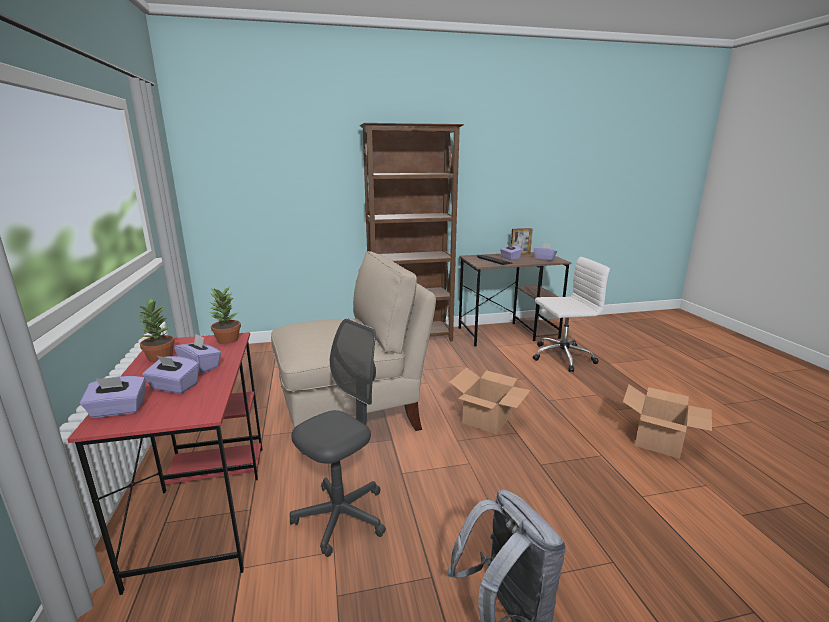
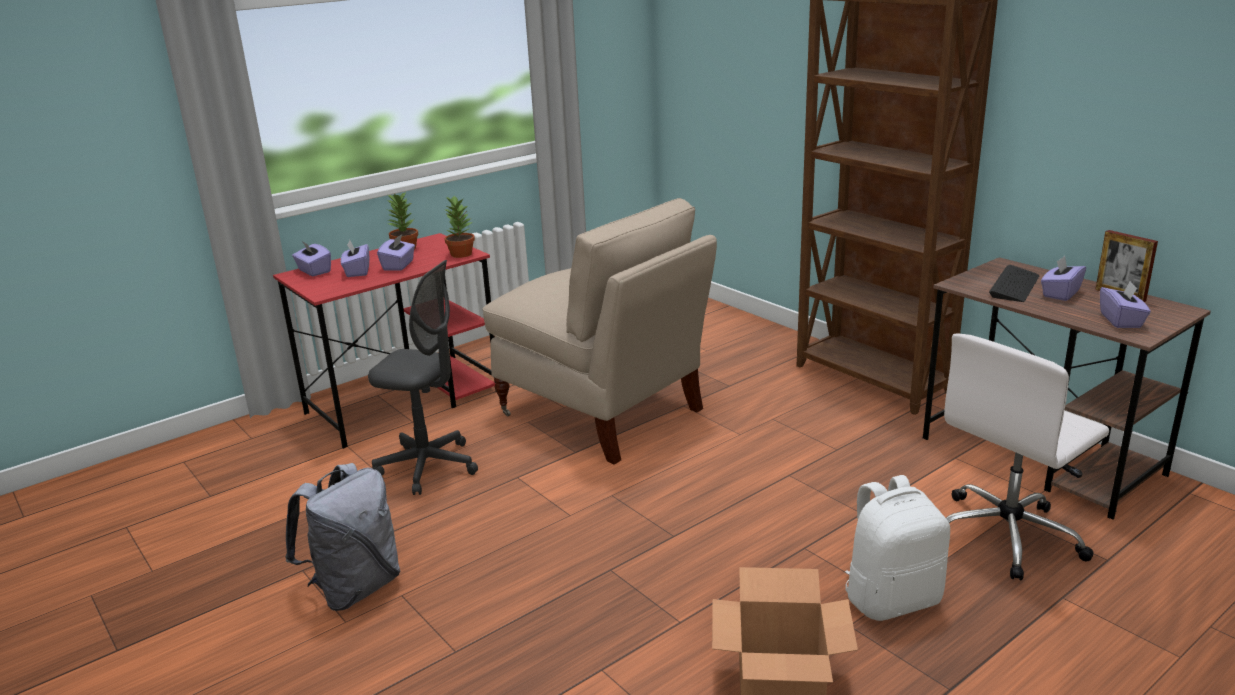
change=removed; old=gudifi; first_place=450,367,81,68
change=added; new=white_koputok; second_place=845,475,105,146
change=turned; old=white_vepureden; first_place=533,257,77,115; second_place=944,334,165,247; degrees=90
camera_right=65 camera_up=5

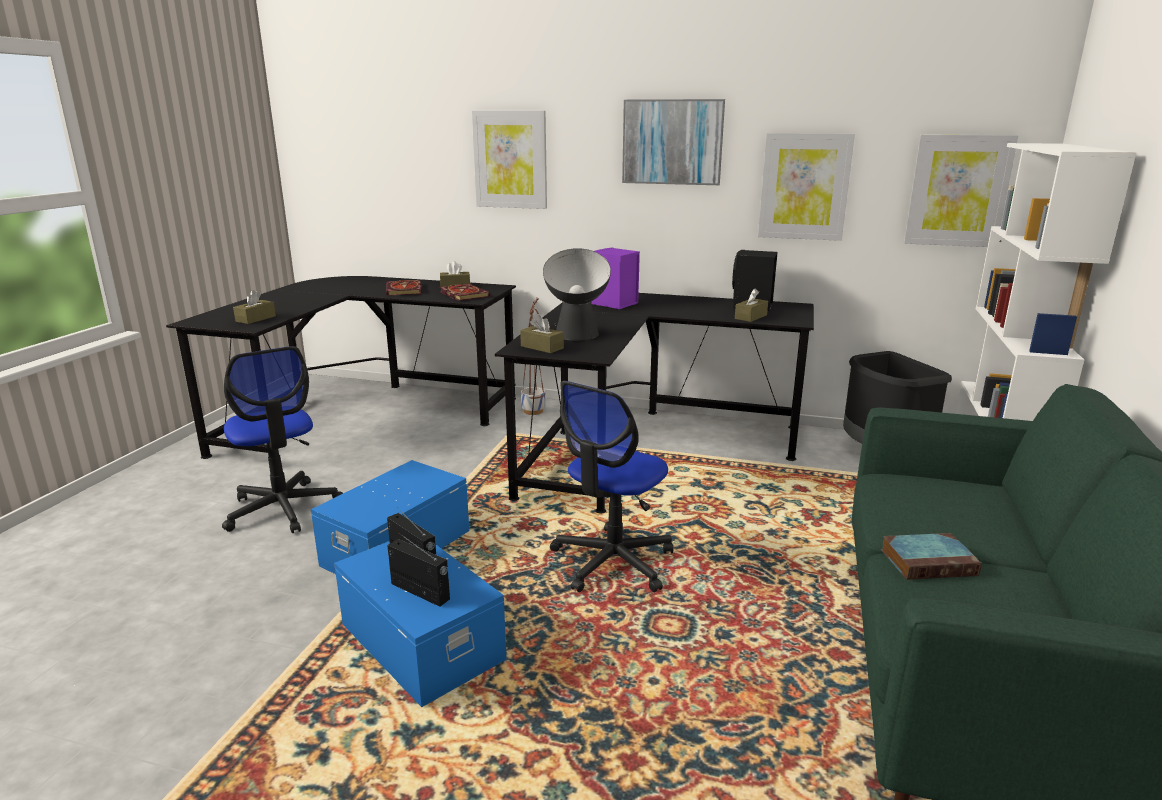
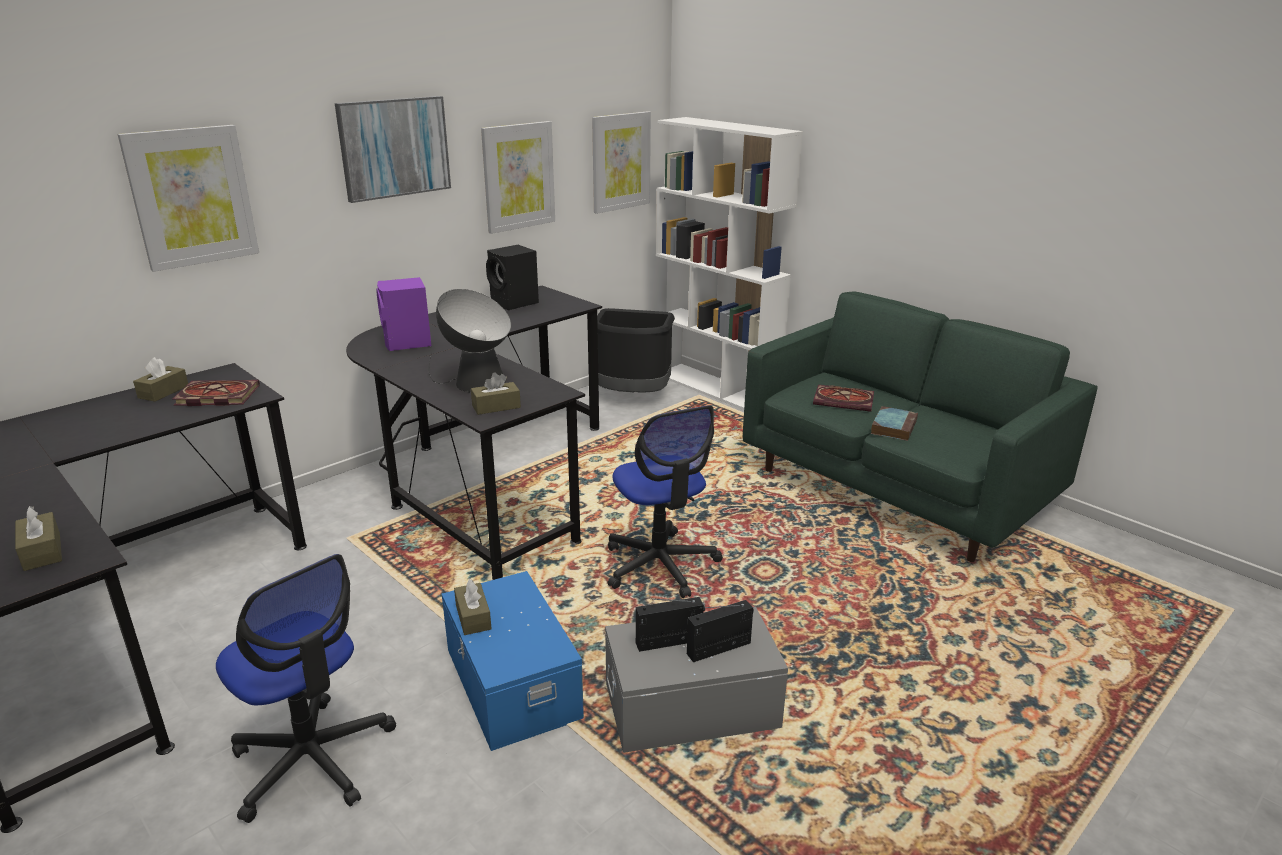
change=removed; old=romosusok; first_place=521,298,24,117
change=moved; old=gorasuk; first_place=386,280,36,16; second_place=813,384,61,28
change=moved; old=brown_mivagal; first_place=735,288,33,34; second_place=454,579,38,56
change=recoloured; old=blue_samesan; new=grey_samesan; first_place=334,541,173,166; second_place=605,607,183,146
change=turned; old=vepureden; first_place=222,346,121,187; second_place=216,554,180,269; degrees=45
camera_right=-60 camera_up=5

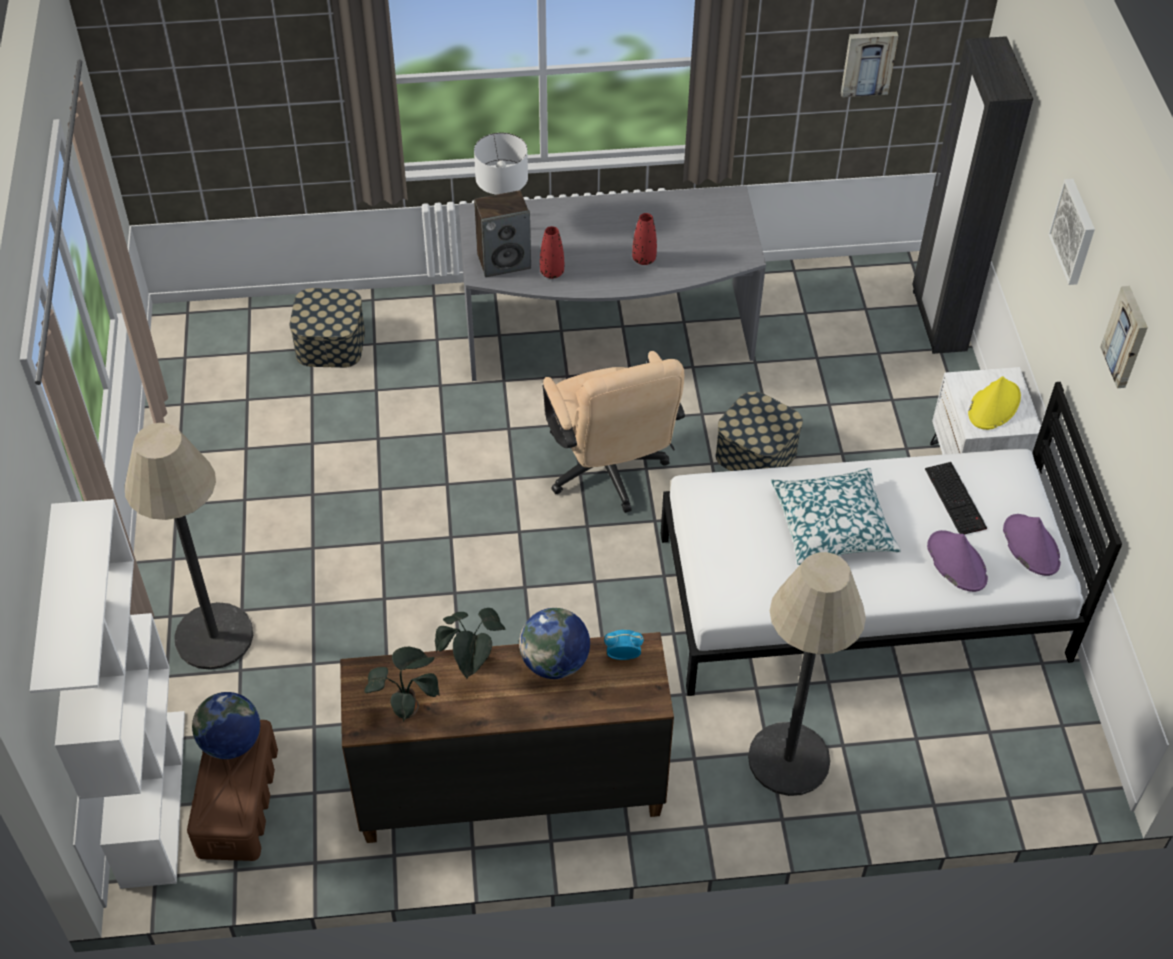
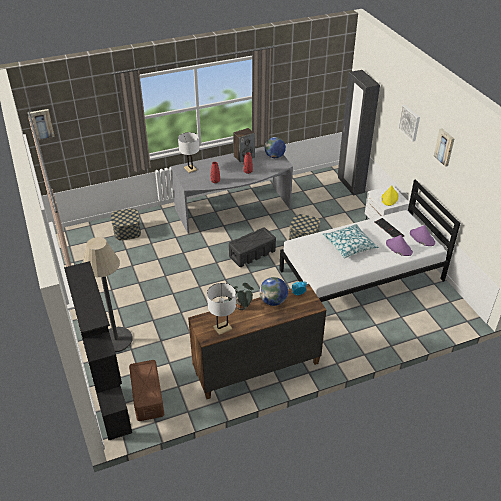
change=removed; old=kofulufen; first_place=748,552,118,244
change=moved; old=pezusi; first_place=192,692,68,67; second_place=265,137,21,21
change=moved; old=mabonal; first_place=474,190,57,87; second_place=233,128,22,34
change=moved; old=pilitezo; first_place=841,32,57,65; second_place=28,109,27,31
change=replaced; old=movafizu; new=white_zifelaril; first_place=364,647,75,74; second_place=207,283,29,52
change=replaced; old=beige_vepureden; new=black_samesan; first_place=543,351,142,162; second_place=229,227,47,40
change=recoloured; old=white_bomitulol; new=black_bomitulol; first_place=30,499,155,390; second_place=64,261,68,179
camera_right=-15 camera_up=-10

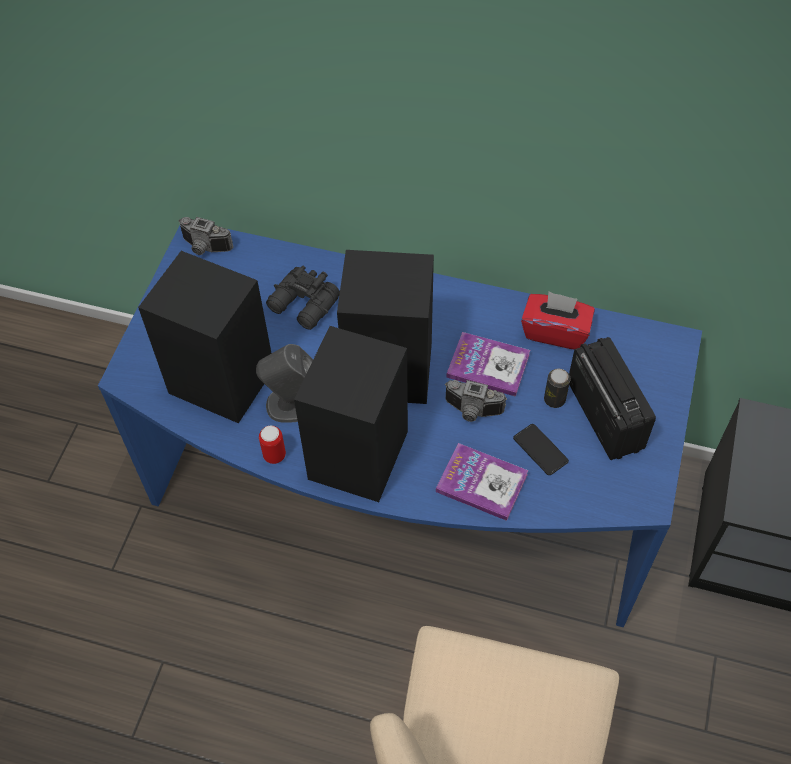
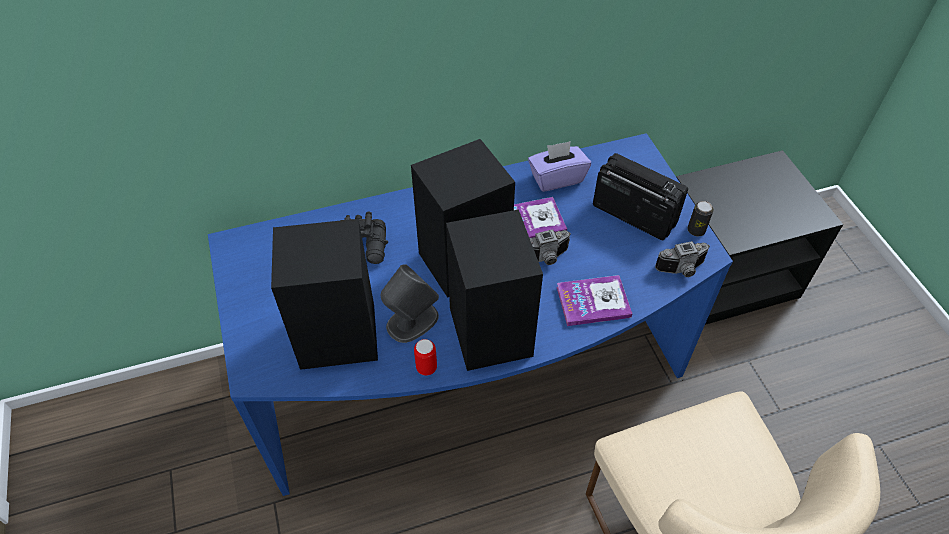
change=removed; old=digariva; first_place=513,424,56,51
change=moved; old=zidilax; first_place=179,217,54,38; second_place=655,241,55,36
change=moved; old=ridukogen; first_place=544,369,26,39; second_place=687,201,27,36
change=recoloured; old=red_mivagal; new=purple_mivagal; first_place=521,291,74,59; second_place=528,141,63,51
camera_right=-35 camera_up=-5

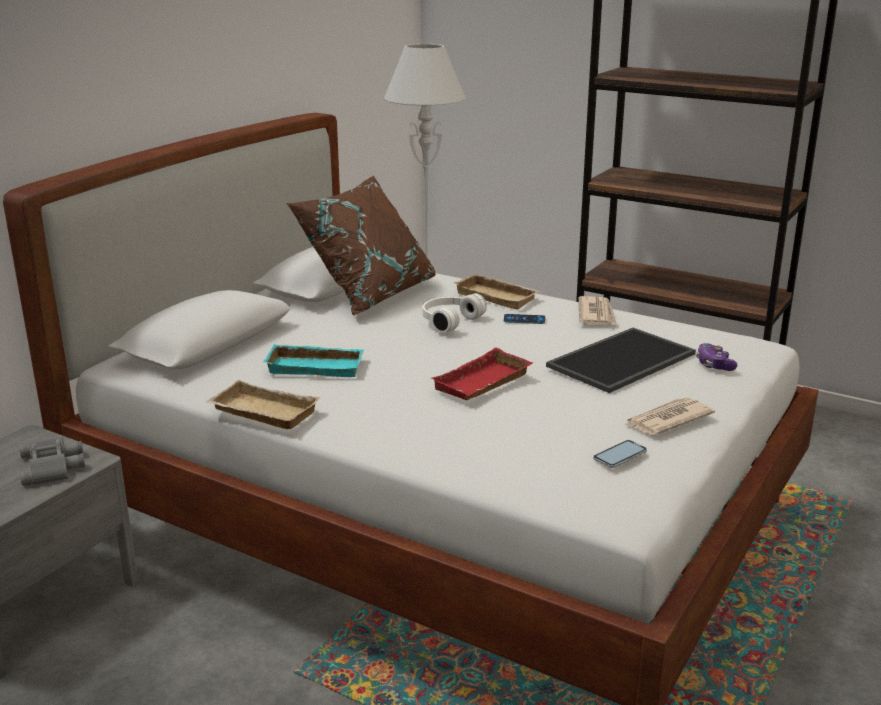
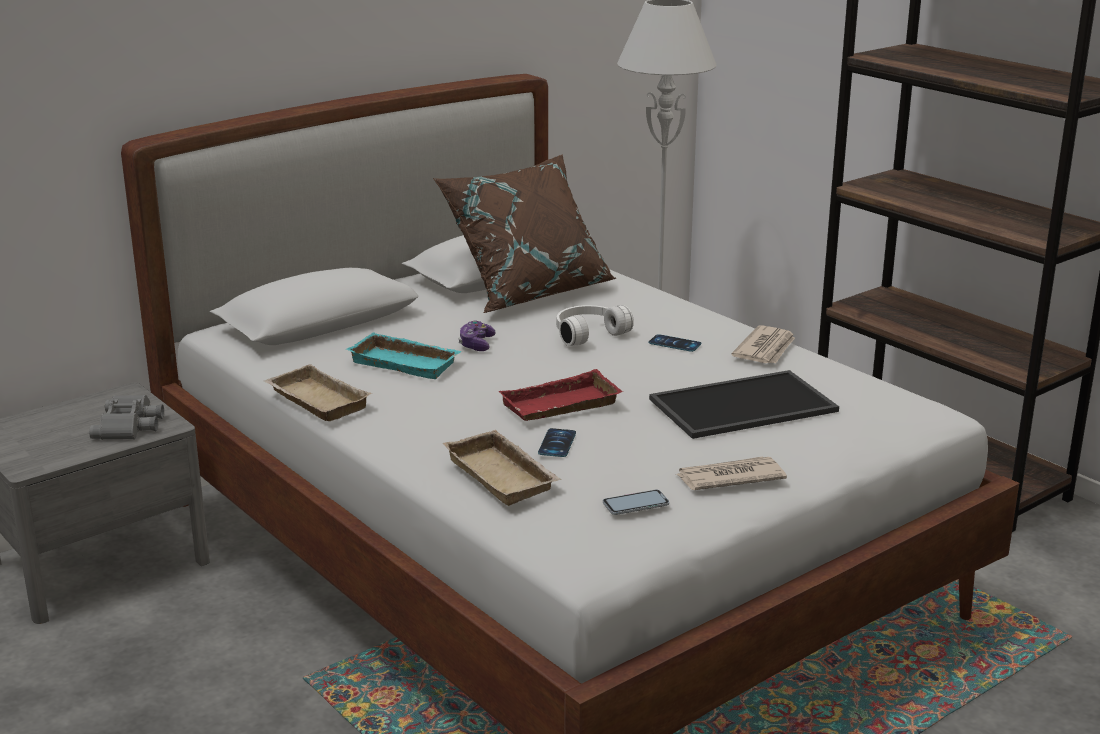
change=added; new=digariva; second_place=538,428,38,29
change=moved; old=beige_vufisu; first_place=453,273,87,37; second_place=443,430,118,76
change=moved; old=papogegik; first_place=696,343,41,28; second_place=458,320,38,31
camera_right=20 camera_up=0

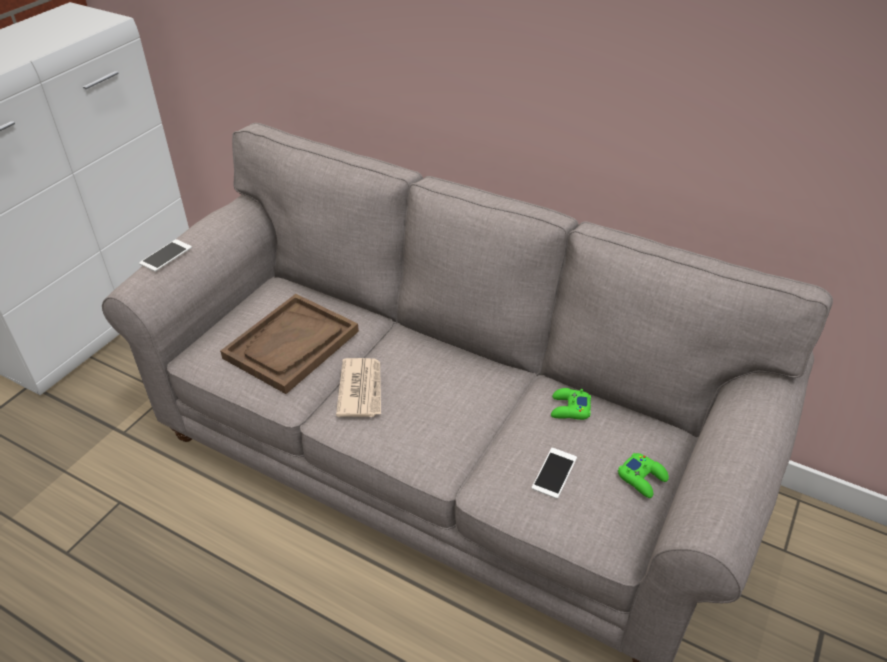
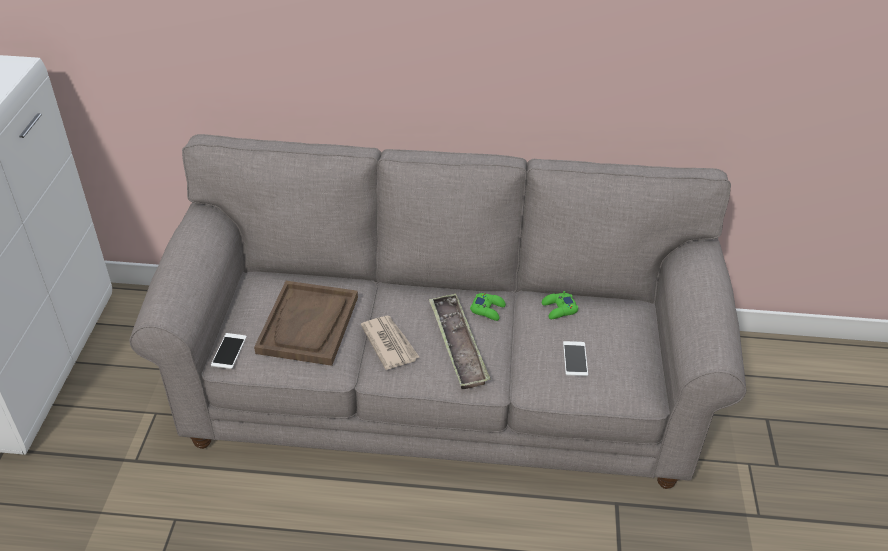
change=added; new=vufisu; second_place=429,293,62,96
change=moved; old=digariva; first_place=139,239,53,33; second_place=211,333,36,36
change=moved; old=green_papogegik; first_place=618,453,51,45; second_place=470,293,36,28
camera_right=-25 camera_up=0

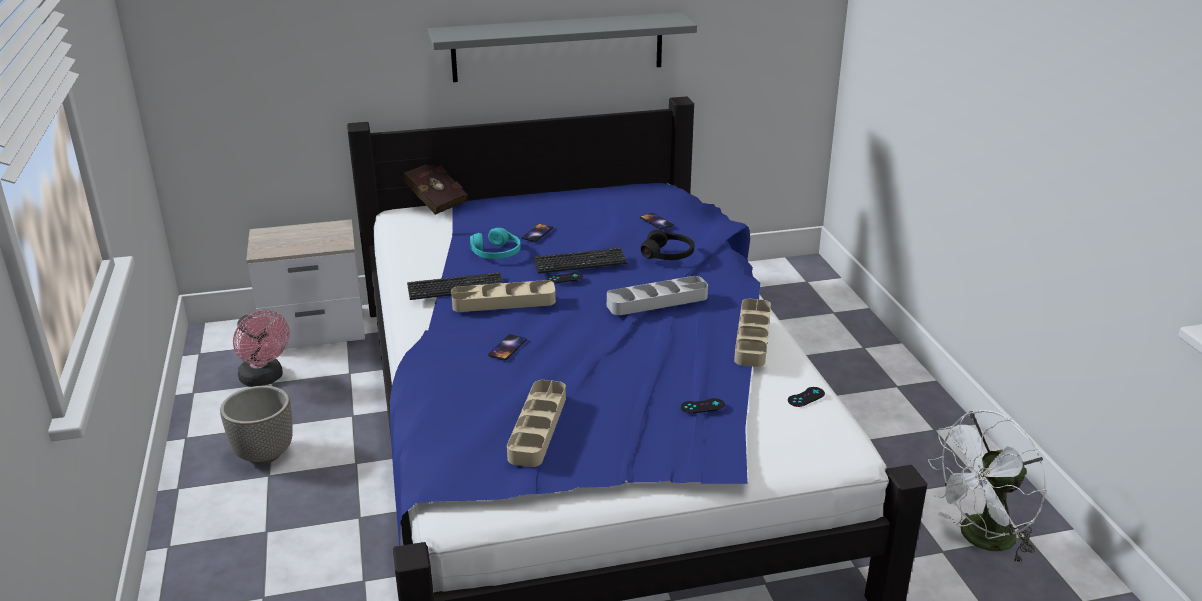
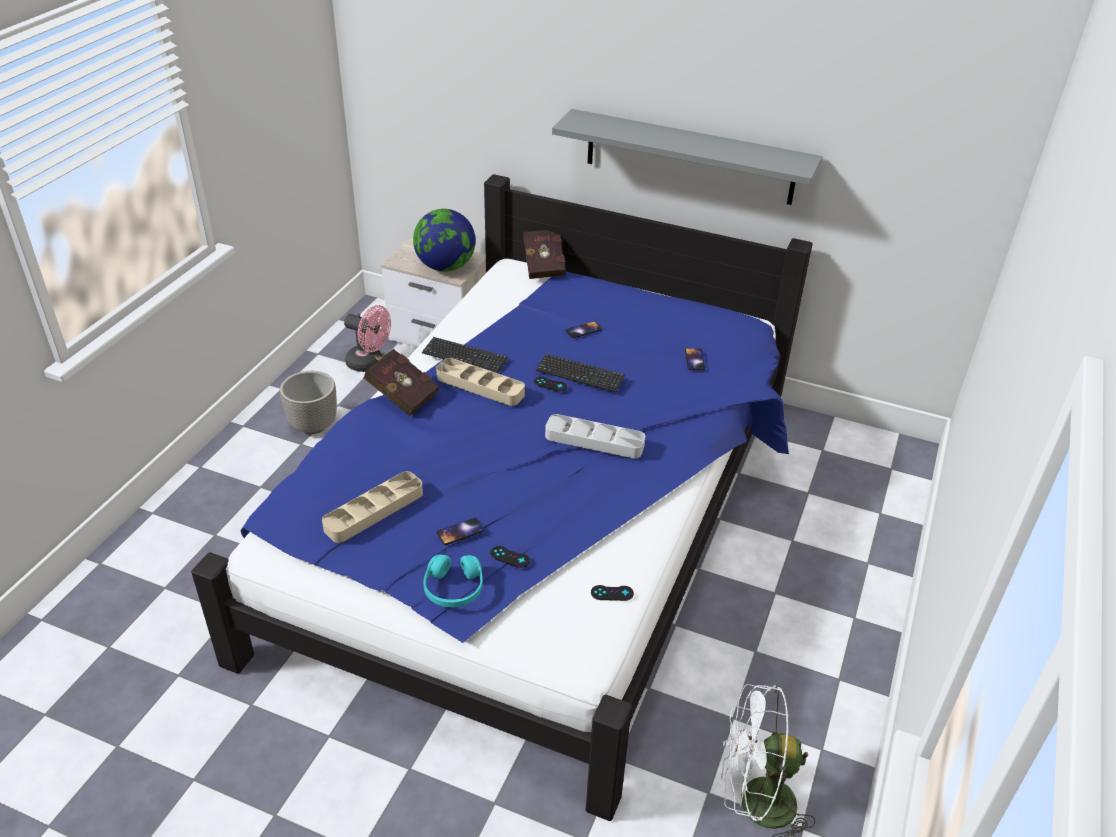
change=removed; old=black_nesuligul; first_place=641,230,53,30
change=removed; old=beige_vufisu; first_place=734,299,37,68
change=added; new=red_gorasuk; second_place=363,349,76,67
change=added; new=pezusi; second_place=413,209,63,63
change=moved; old=turquoise_nesuligul; first_place=470,228,51,31; second_place=423,554,60,53
change=moved; old=digariva; first_place=488,334,39,26; second_place=436,518,48,27
change=turned; old=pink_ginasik; first_place=233,310,57,77; second_place=344,305,47,67; degrees=-60
camera_right=35 camera_up=10

